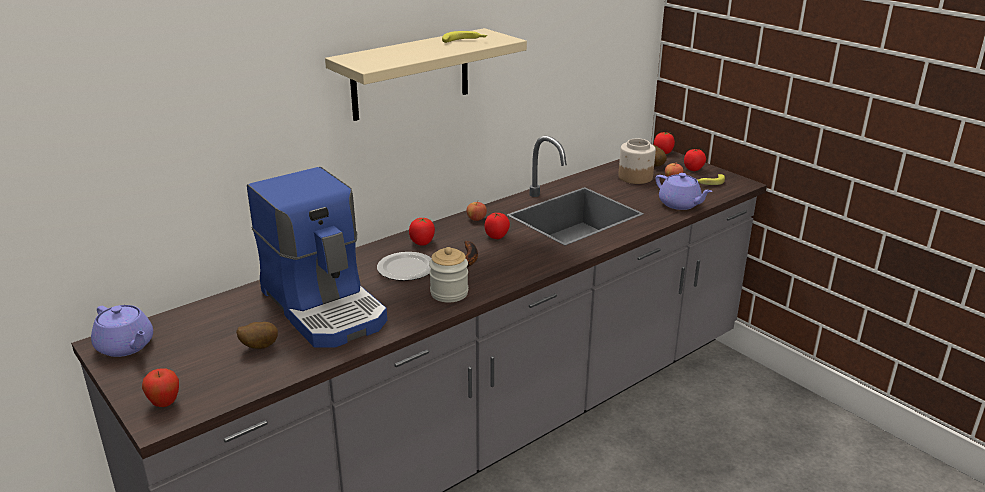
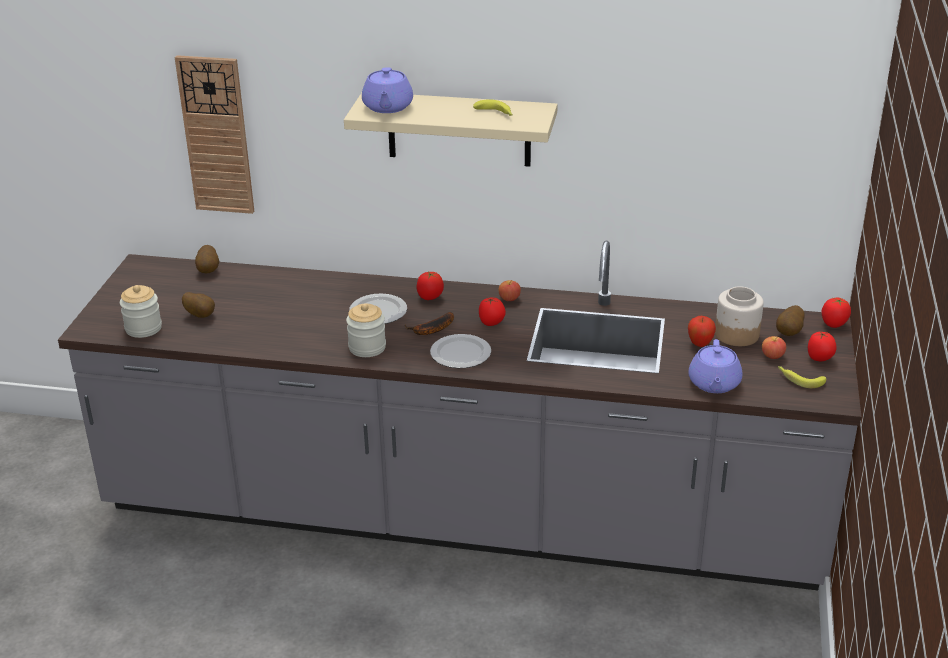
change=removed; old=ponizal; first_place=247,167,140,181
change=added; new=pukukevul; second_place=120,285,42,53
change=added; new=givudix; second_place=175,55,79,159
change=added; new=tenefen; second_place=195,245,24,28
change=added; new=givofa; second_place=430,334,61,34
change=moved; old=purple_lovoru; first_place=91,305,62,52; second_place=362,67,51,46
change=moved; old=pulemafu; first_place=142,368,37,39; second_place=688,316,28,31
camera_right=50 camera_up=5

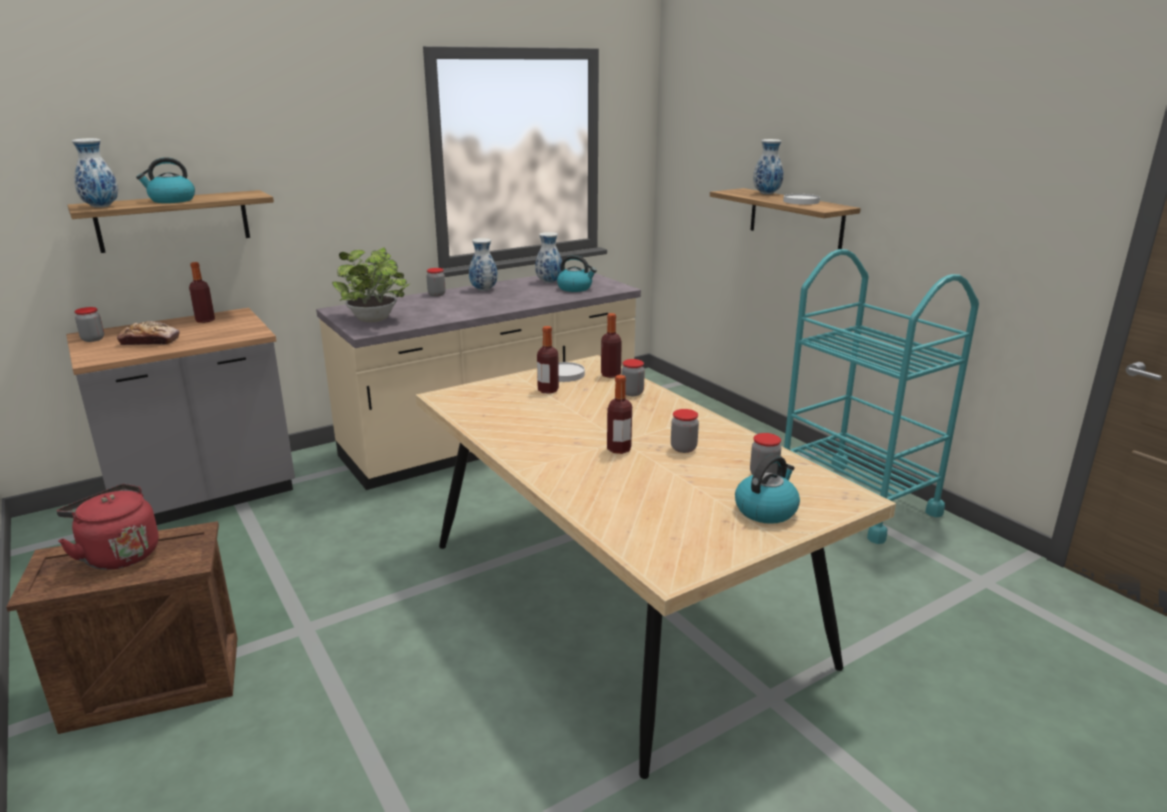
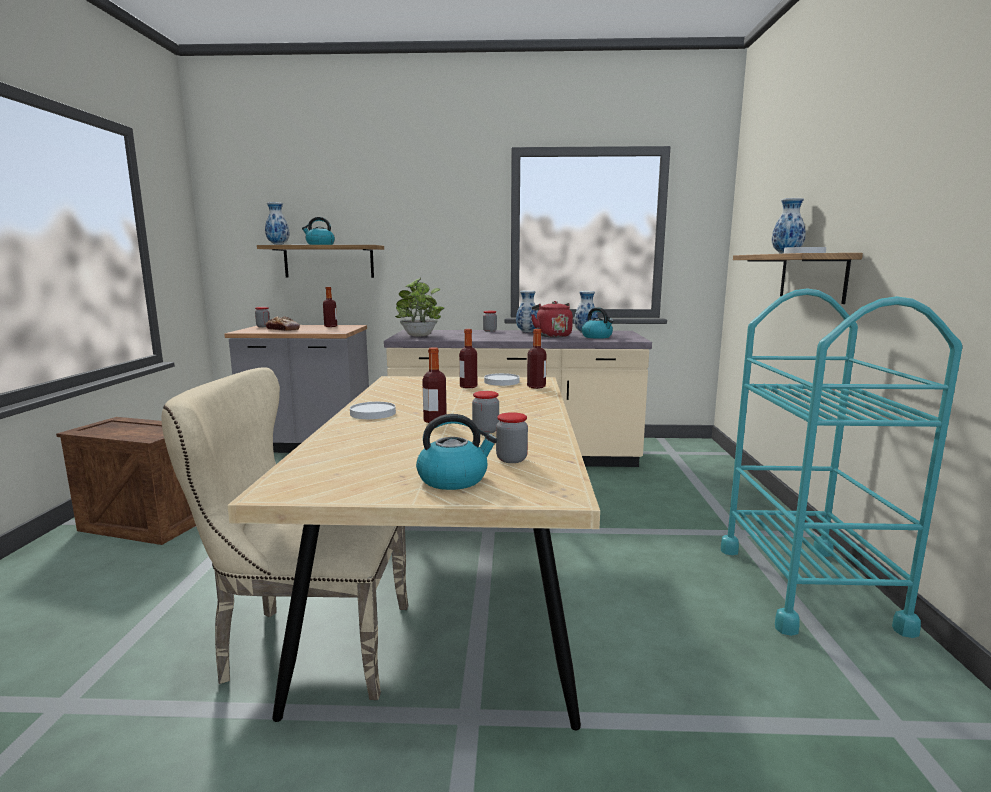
change=removed; old=pukukevul; first_place=621,359,24,37
change=added; new=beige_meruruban; second_place=162,367,246,333
change=added; new=white_givofa; second_place=350,402,46,17
change=moved; old=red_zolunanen; first_place=57,484,102,86; second_place=531,301,42,36
camera_right=35 camera_up=-10

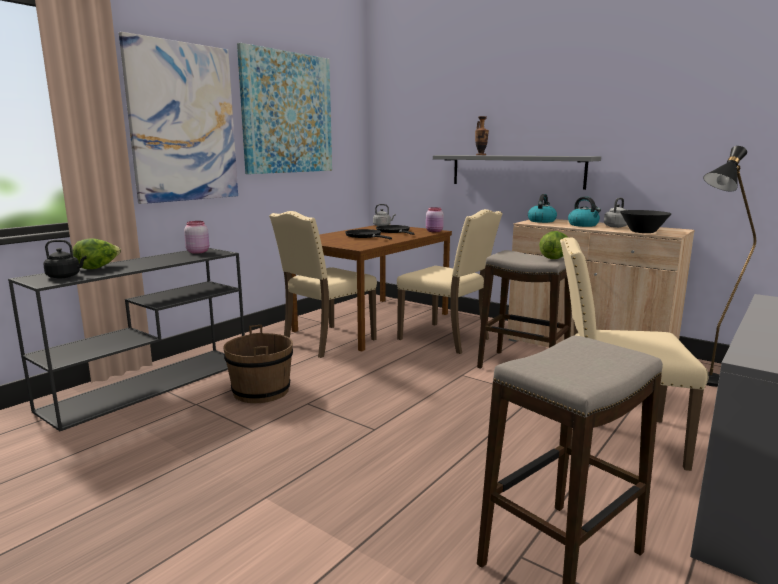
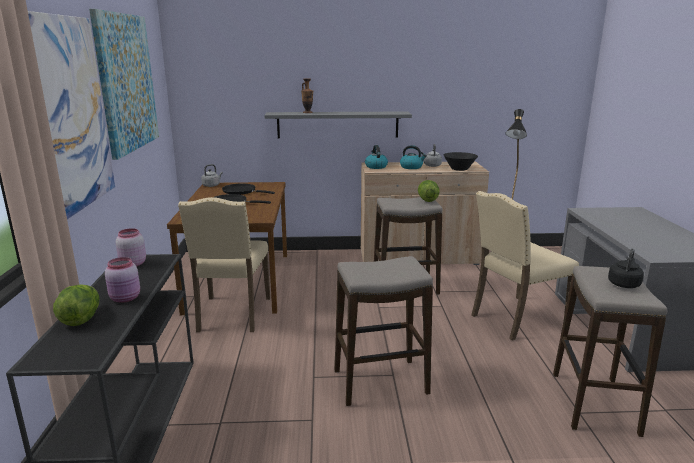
change=removed; old=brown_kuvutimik; first_place=223,325,70,78
change=removed; old=beige_meruruban; first_place=397,209,106,145
change=added; new=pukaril; second_place=335,256,98,150
change=moved; old=black_zolunanen; first_place=43,240,44,38; second_place=608,248,36,40
change=moved; old=pink_pukukevul; first_place=426,207,18,25; second_place=105,257,35,46
camera_right=-40 camera_up=5

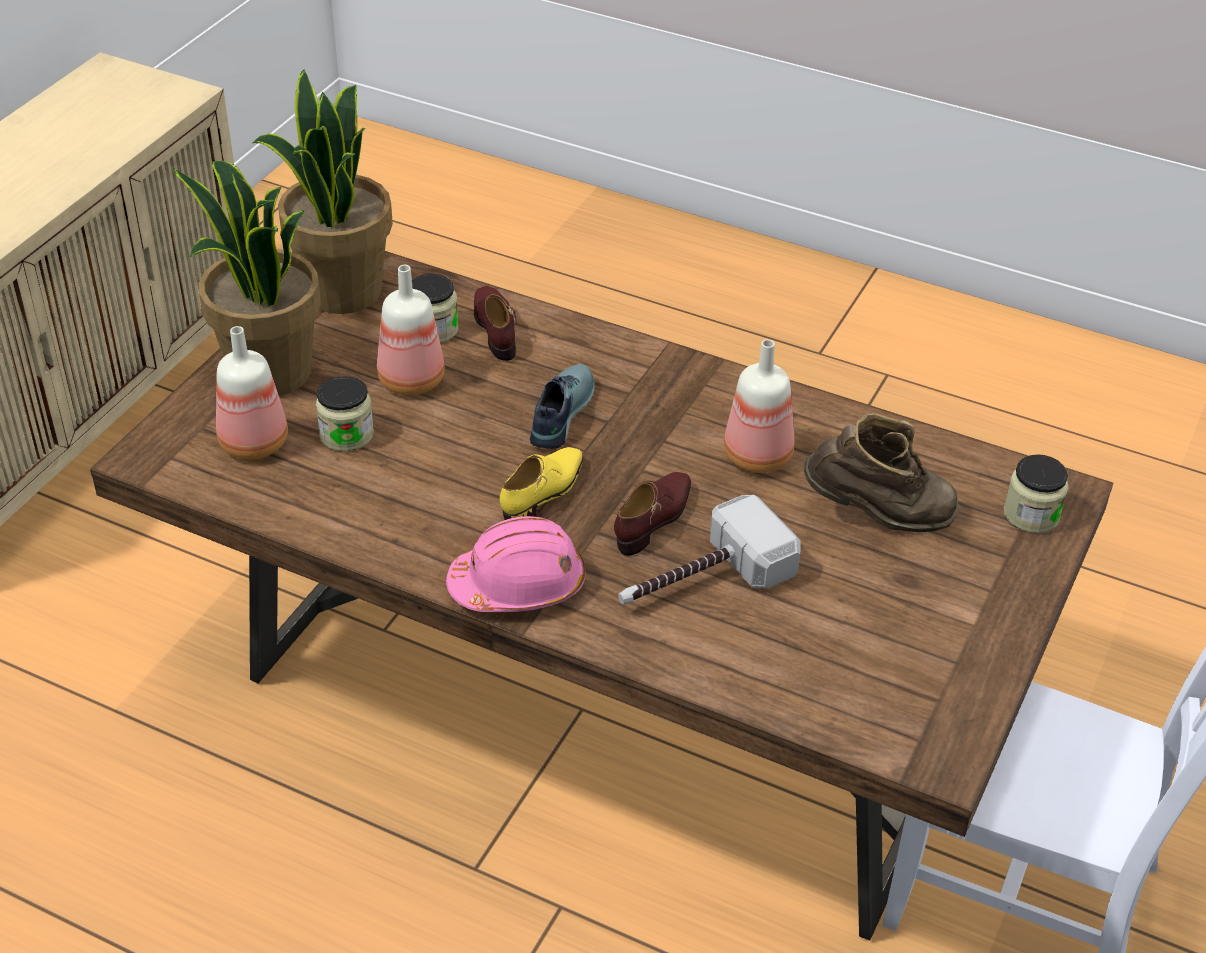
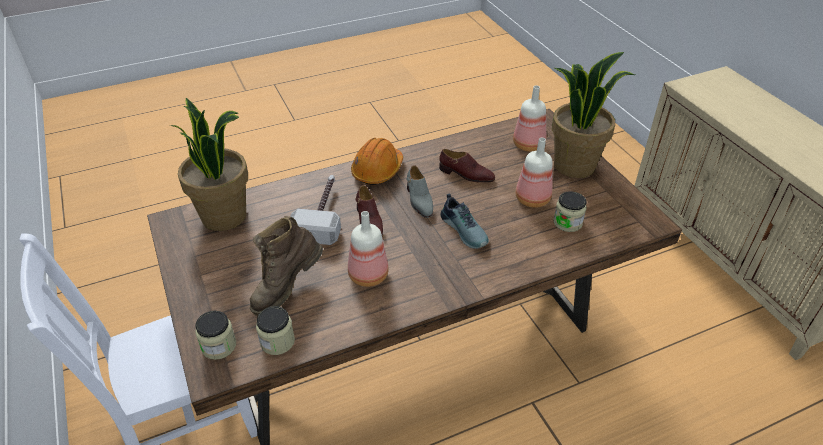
change=moved; old=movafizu; first_place=253,69,140,245; second_place=171,98,77,133
change=moved; old=pukukevul; first_place=316,376,58,76; second_place=256,306,39,49
change=moved; old=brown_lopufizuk; first_place=474,286,43,75; second_place=439,149,56,34
change=recoloured; old=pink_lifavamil; new=orange_lifavamil; first_place=446,516,140,96; second_place=351,138,52,47
change=recoloured; old=yellow_lopufizuk; new=grey_lopufizuk; first_place=500,447,83,73; second_place=406,165,27,53
camera_right=130 camera_up=0

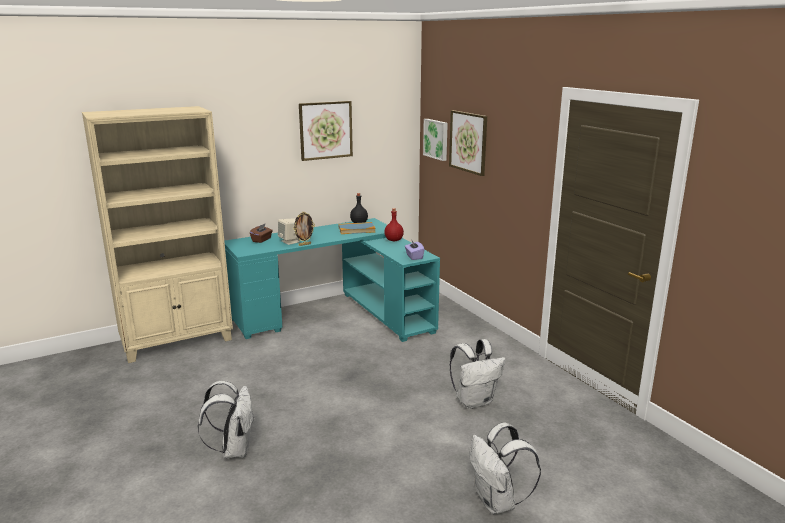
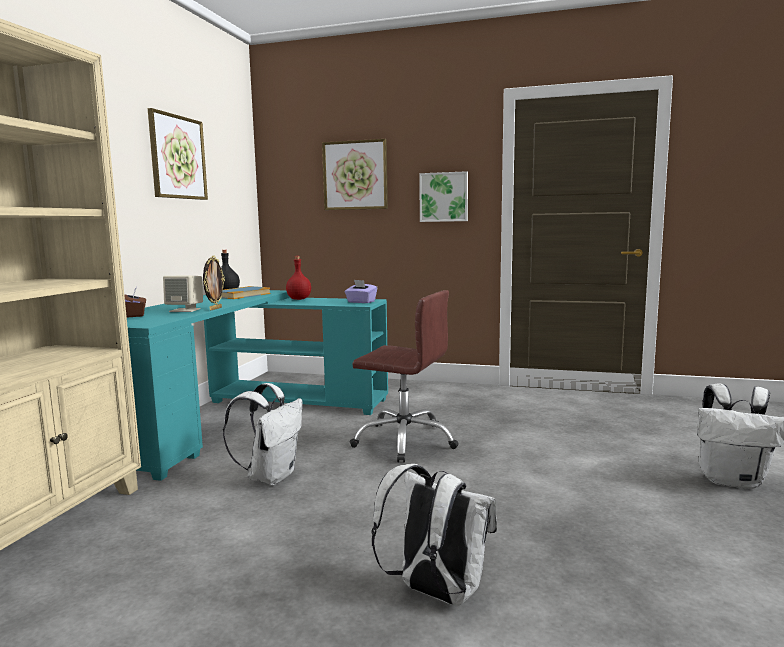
change=added; new=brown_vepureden; second_place=350,290,109,173
change=moved; old=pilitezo; first_place=423,119,25,42; second_place=419,171,49,51
change=moved; old=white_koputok; first_place=449,339,57,70; second_place=223,383,79,102
camera_right=-45 camera_up=-10

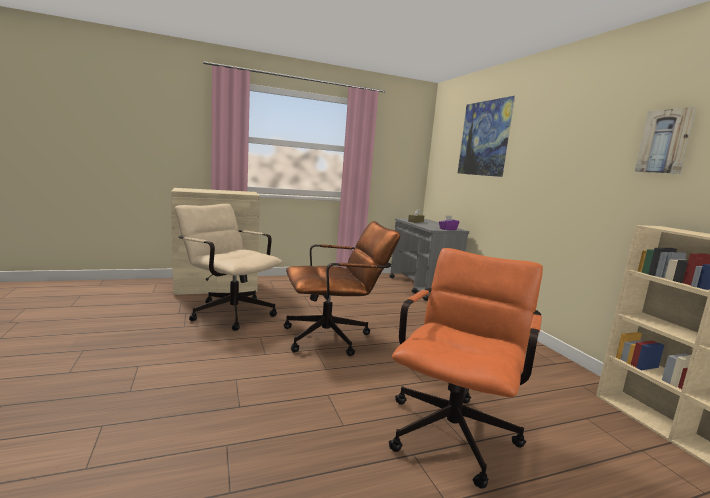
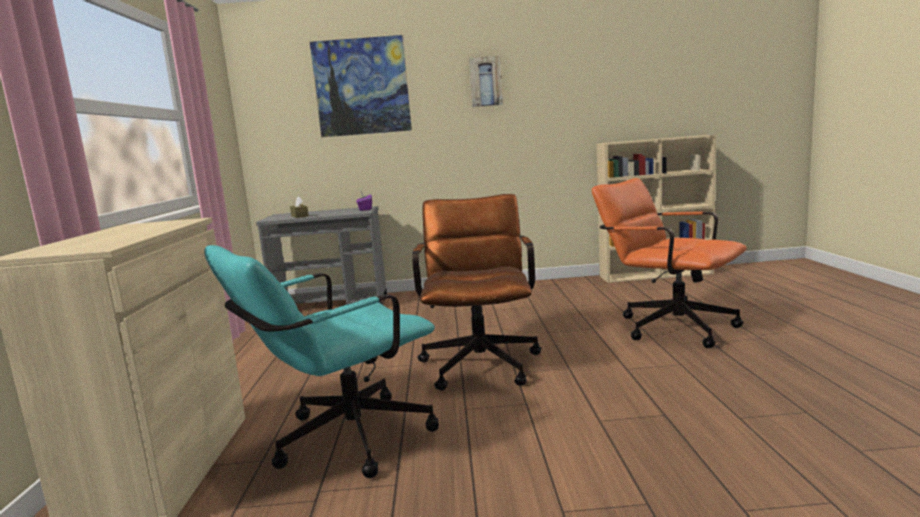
change=moved; old=pilitezo; first_place=635,107,61,67; second_place=469,56,34,51
change=recoloured; old=beige_vepureden; new=turquoise_vepureden; first_place=175,203,107,128; second_place=204,245,235,233
camera_right=-70 camera_up=0

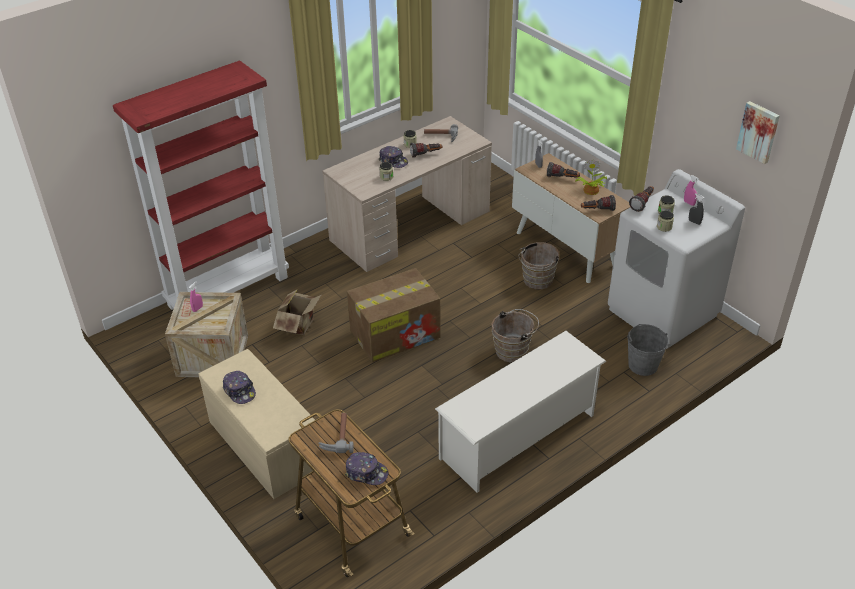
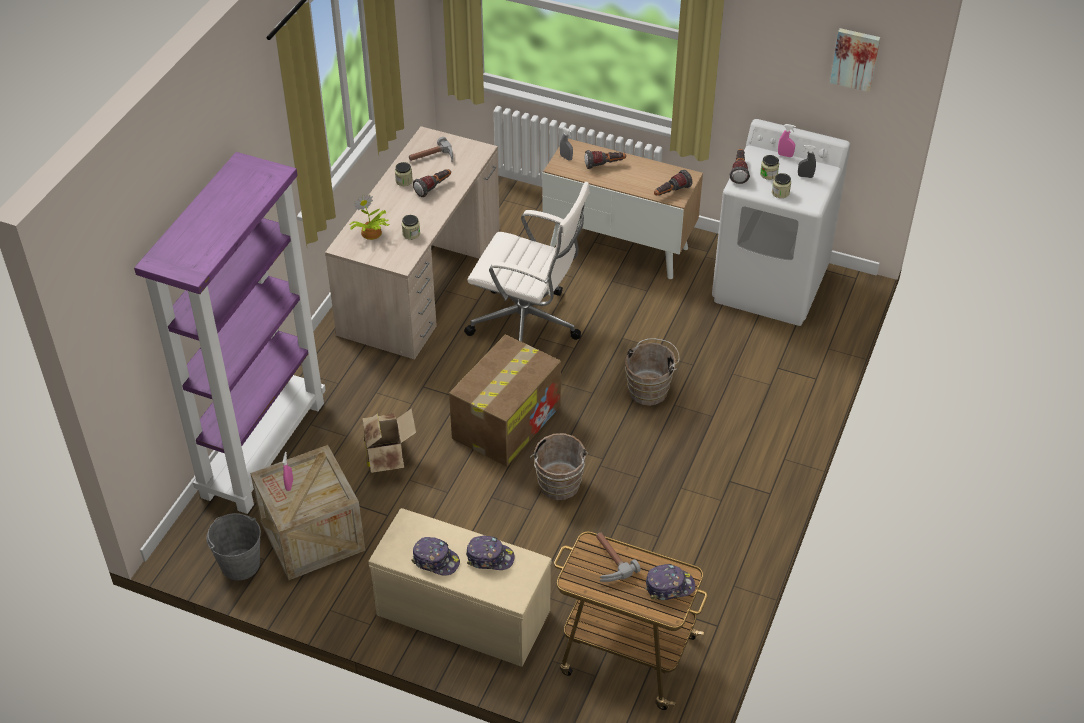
change=removed; old=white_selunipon; first_place=435,331,171,162
change=added; new=white_vepureden; second_place=464,182,126,160
change=moved; old=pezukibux; first_place=378,146,30,22; second_place=466,536,49,34
change=moved; old=brown_kuvutimik; first_place=519,242,40,47; second_place=530,433,59,67
change=moved; old=movafizu; first_place=575,159,32,36; second_place=349,195,41,45
change=moved; old=grey_kuvutimik; first_place=627,324,42,52; second_place=207,513,54,67
change=recoloured; old=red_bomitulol; new=purple_bomitulol; first_place=113,60,176,250; second_place=134,152,192,362
camera_right=-30 camera_up=5

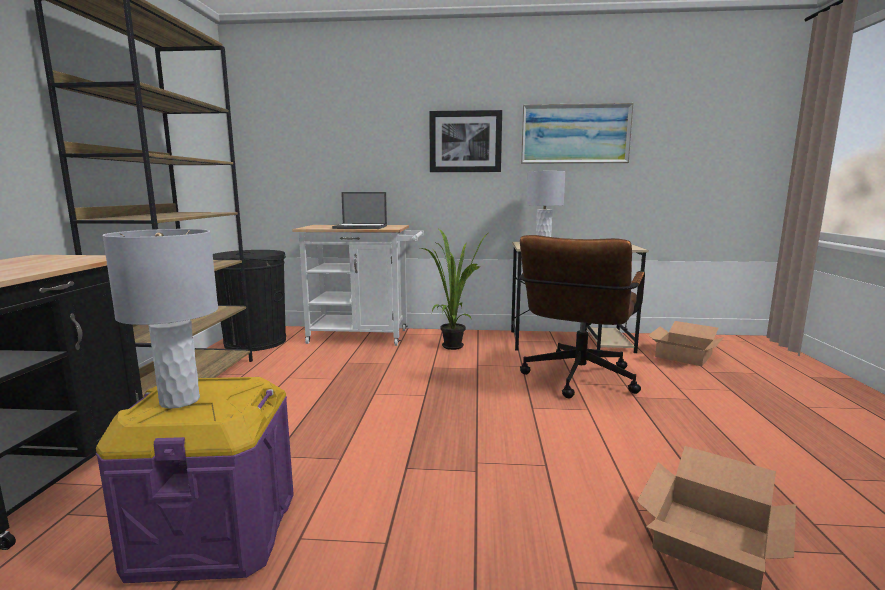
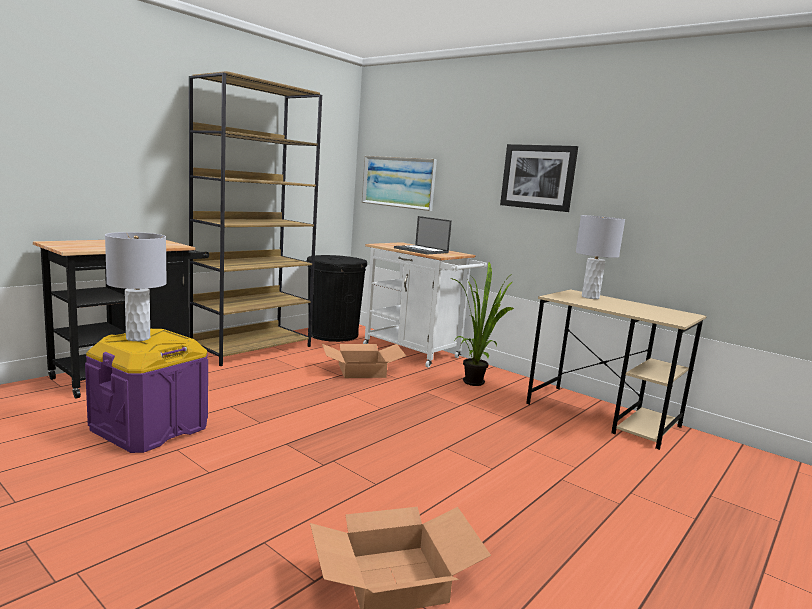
change=removed; old=brown_vepureden; first_place=519,235,126,163
change=moved; old=pilitezo; first_place=521,103,113,61; second_place=362,156,75,55
change=moved; old=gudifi; first_place=648,321,76,45; second_place=322,344,84,34
camera_right=35 camera_up=0

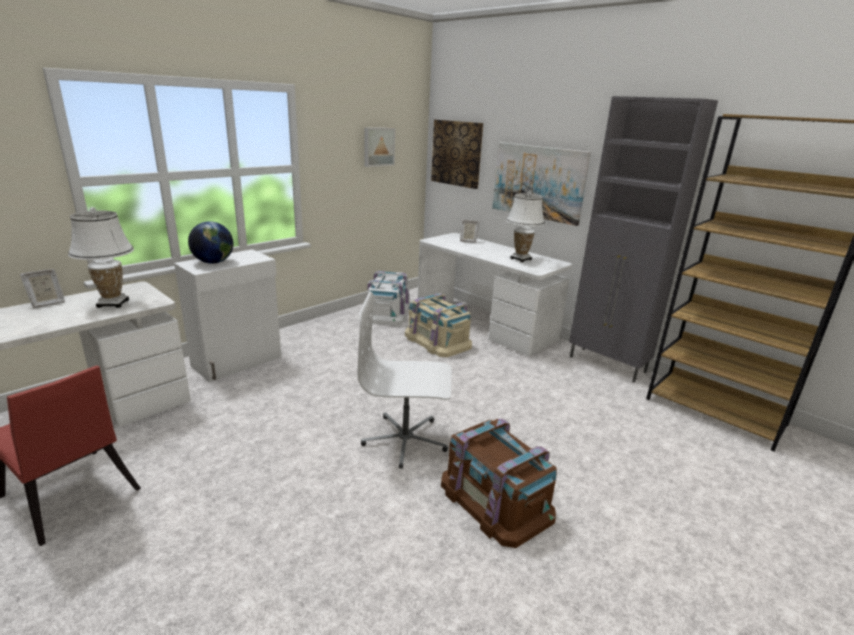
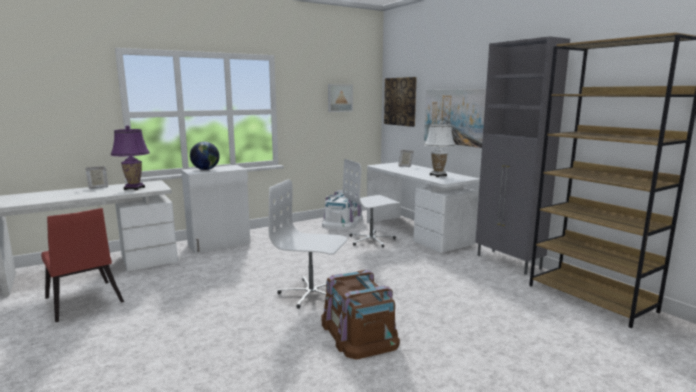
change=replaced; old=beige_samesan; new=white_vepureden; first_place=405,293,67,64; second_place=343,159,57,89
change=recoloured; old=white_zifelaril; new=purple_zifelaril; first_place=68,207,66,101; second_place=111,126,39,64
camera_right=15 camera_up=-10

